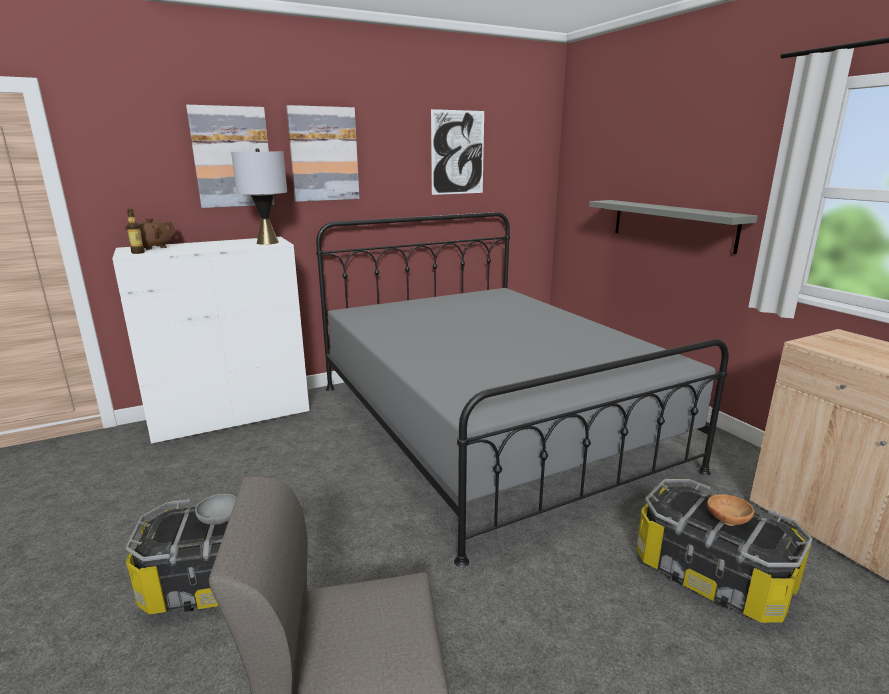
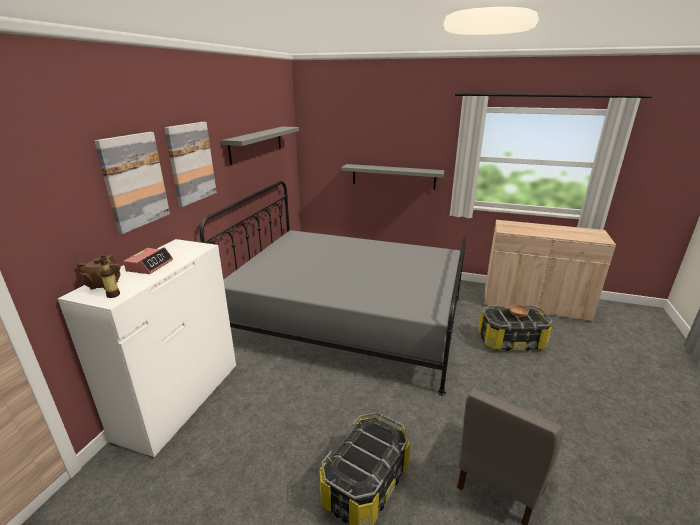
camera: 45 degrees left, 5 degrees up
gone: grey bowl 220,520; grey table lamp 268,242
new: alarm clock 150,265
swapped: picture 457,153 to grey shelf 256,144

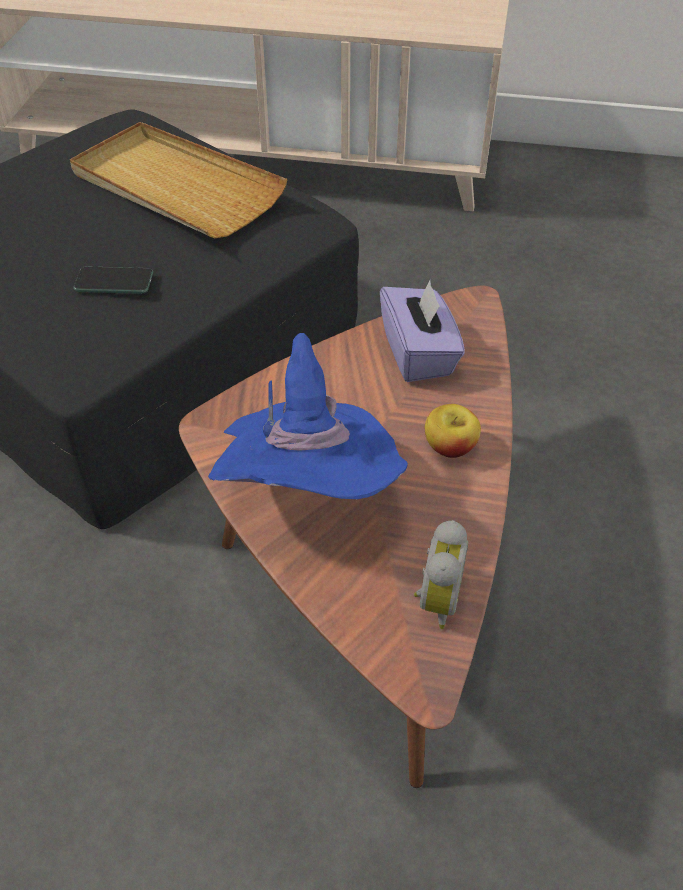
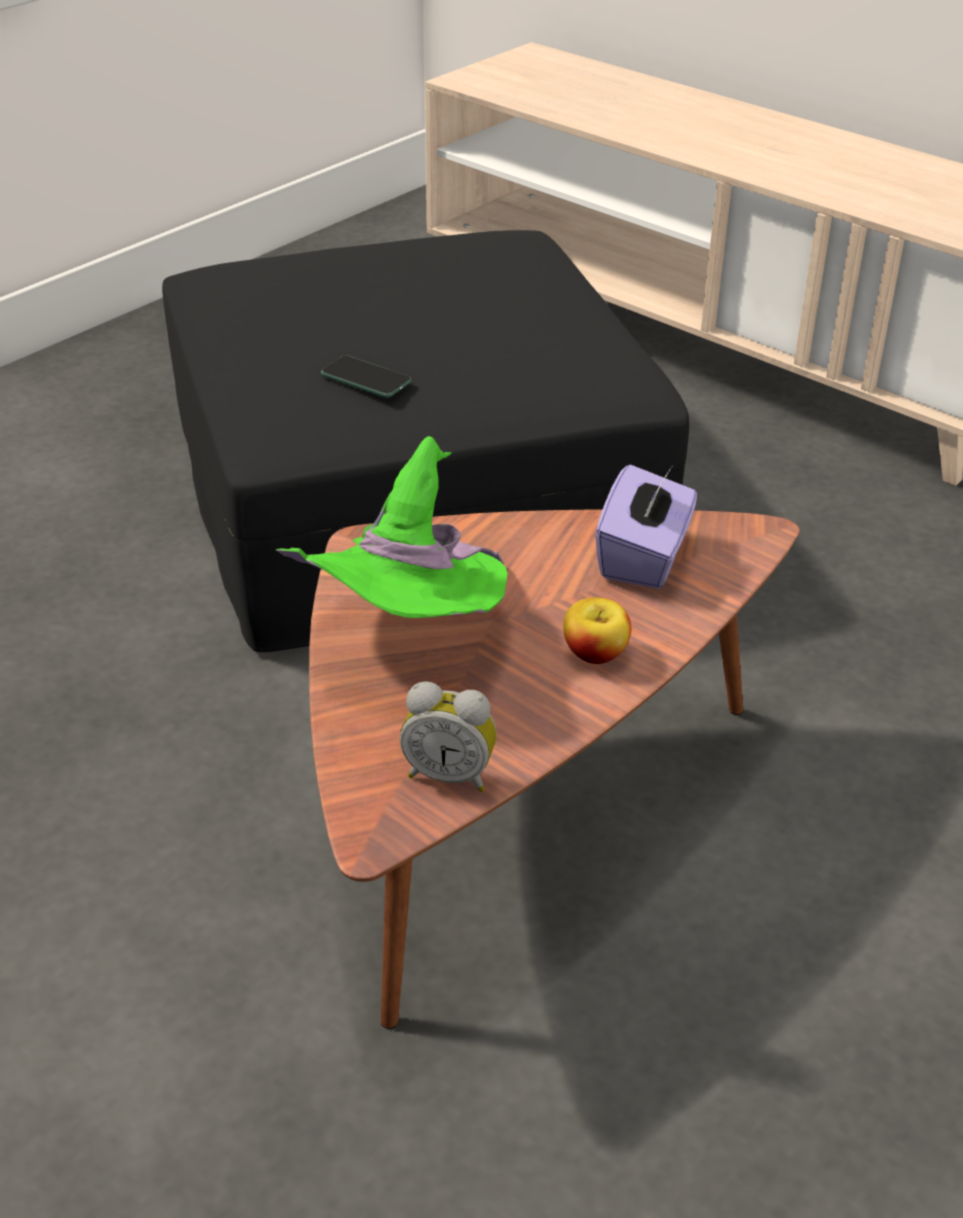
camera: 30 degrees right, 10 degrees down
gone: beige tray 175,187
repainted: blue hat 308,491 to green hat 409,634
rotated: alarm clock 435,599 = 449,774 60 degrees clockwise

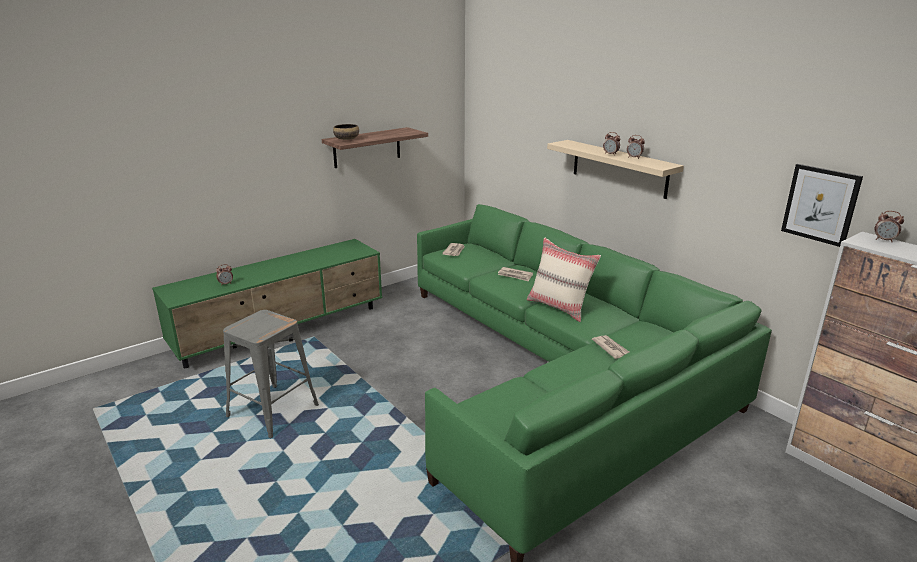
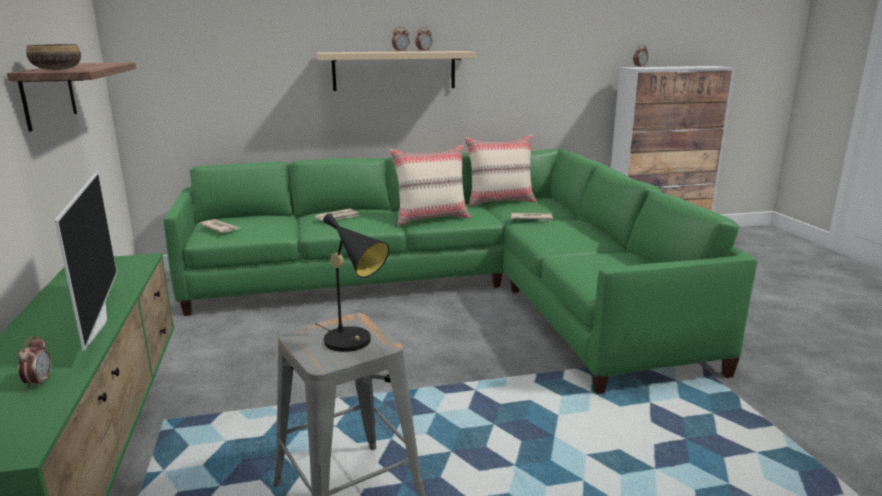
camera: 65 degrees left, 5 degrees down
gone: picture 820,204
new: television 95,323; black table lamp 354,342; beige pillow 500,201

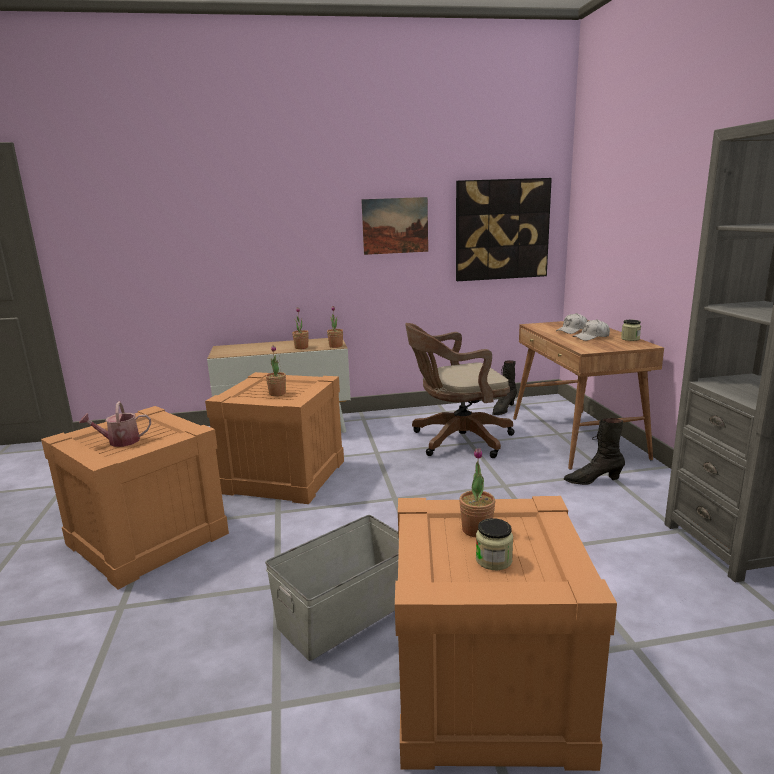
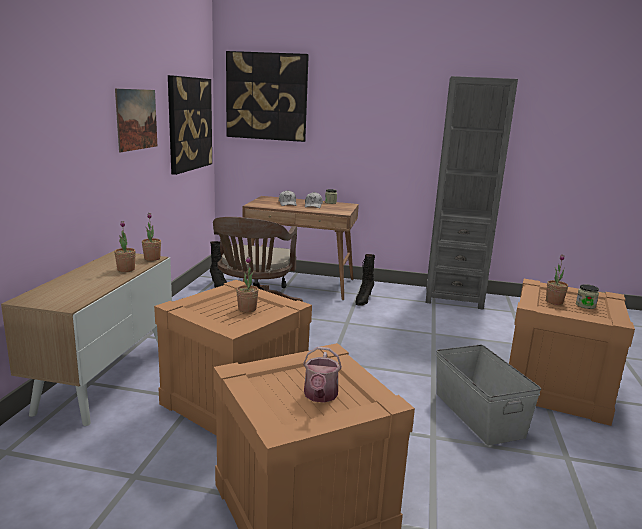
camera: 70 degrees left, 0 degrees up
new: picture 266,96

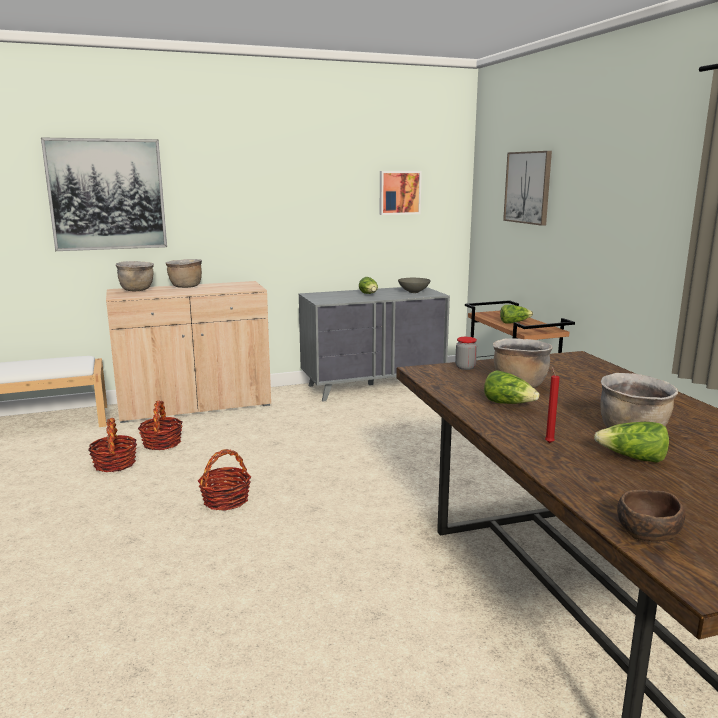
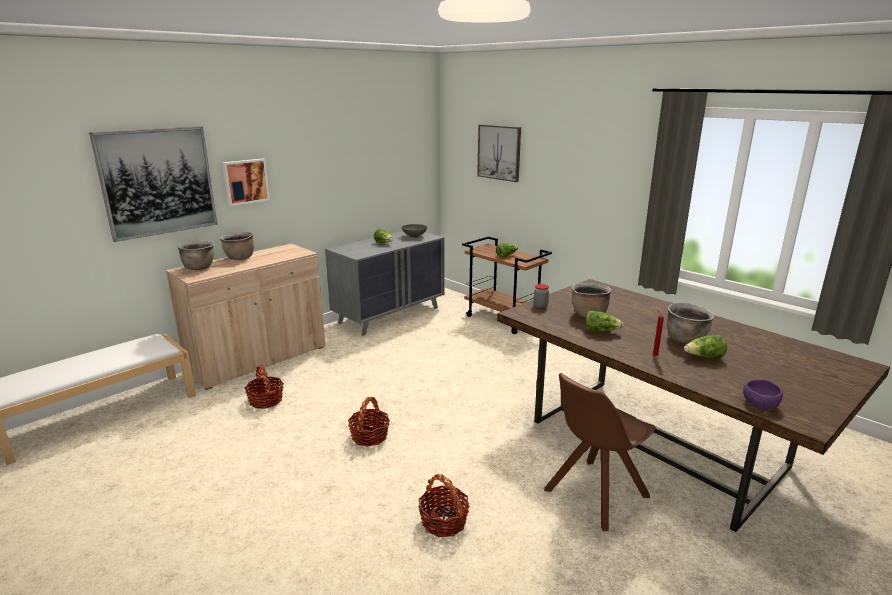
camera: 25 degrees left, 5 degrees up
new: brown chair 594,494
shifted: basket 115,464 to 444,521; picture 399,192 to 245,181
repainted: brown bowl 646,533 to purple bowl 760,404

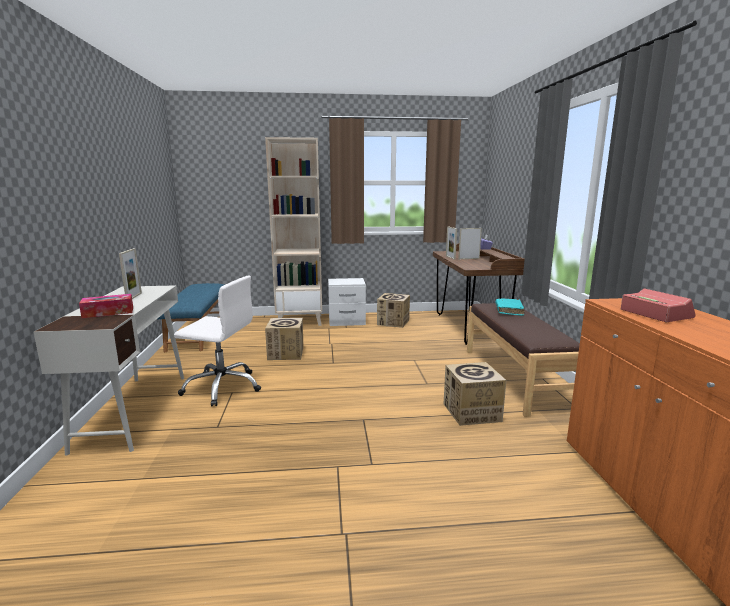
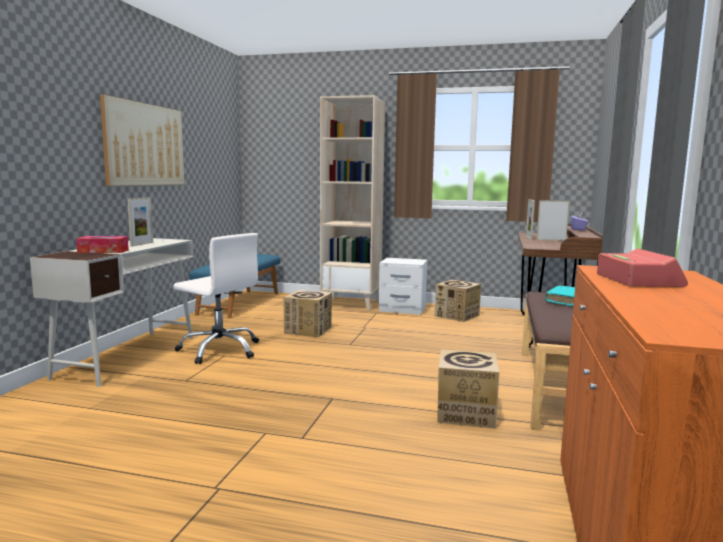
camera: 20 degrees right, 5 degrees down
new: picture 145,145

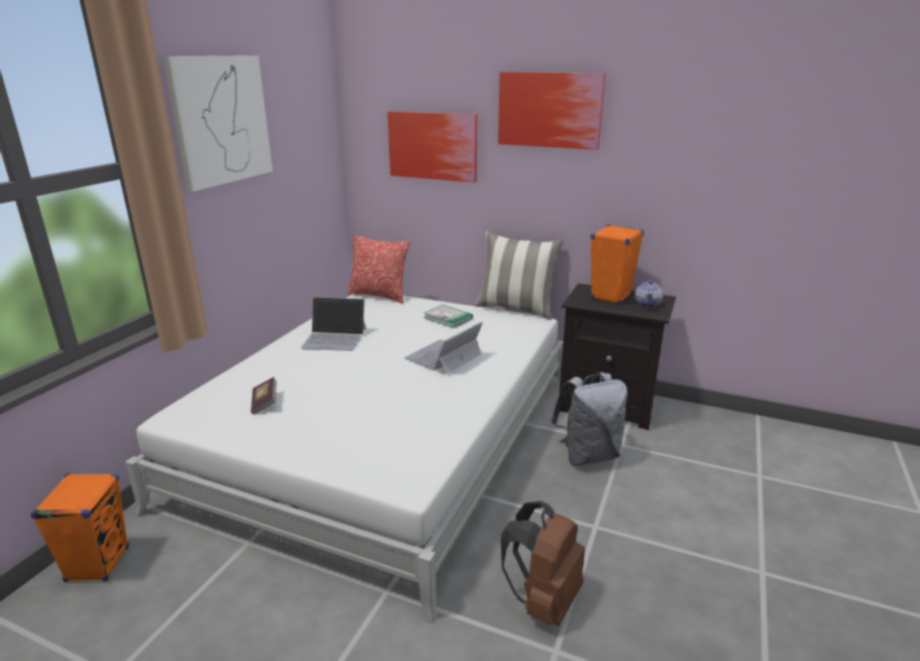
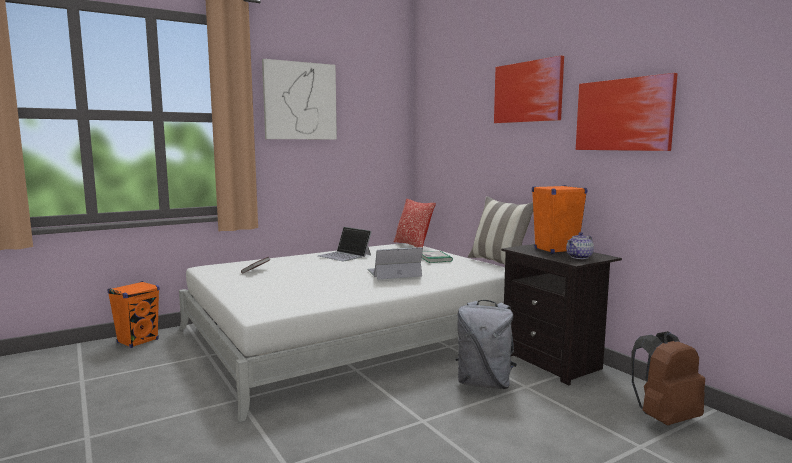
camera: 35 degrees right, 15 degrees down
shifted: picture 432,146 to 623,115; brown backpack 543,600 to 664,418

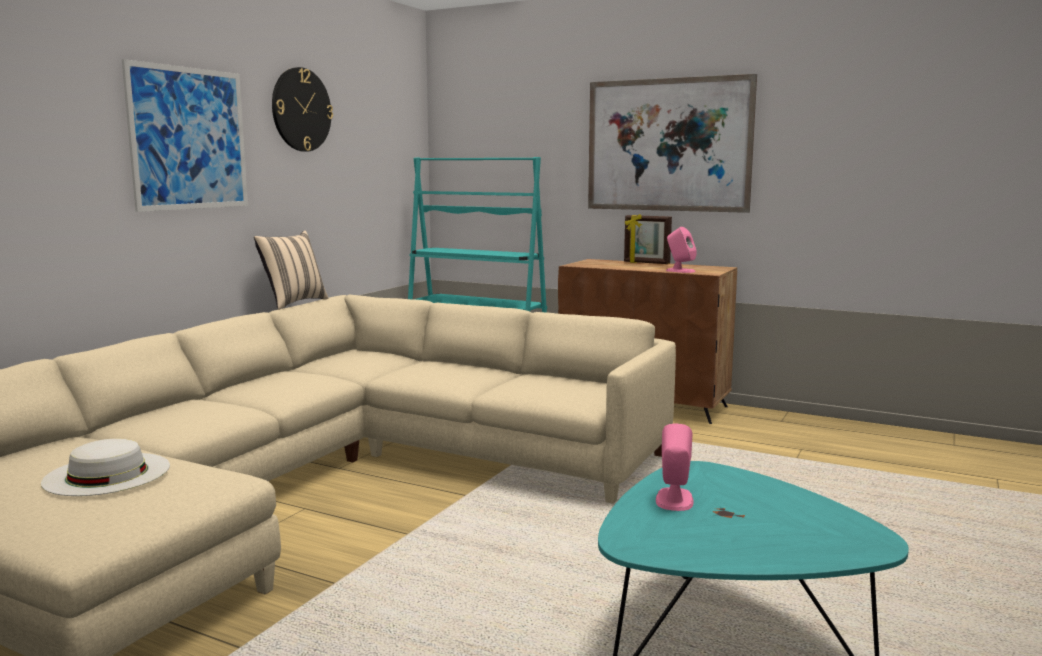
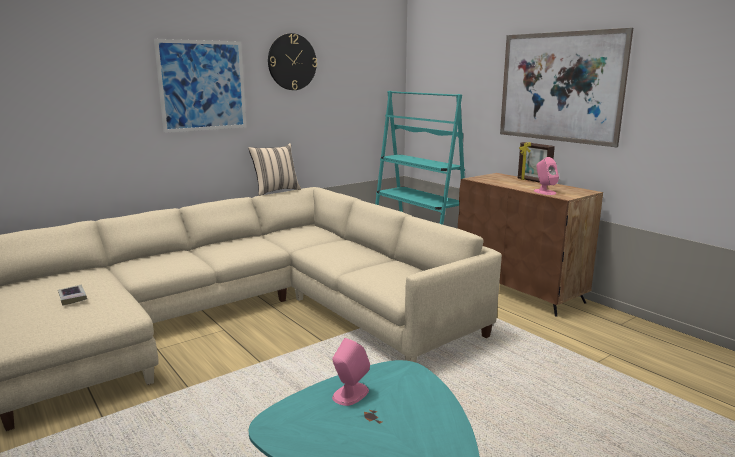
camera: 25 degrees right, 5 degrees up
swapped: white hat 107,474 to book 72,297

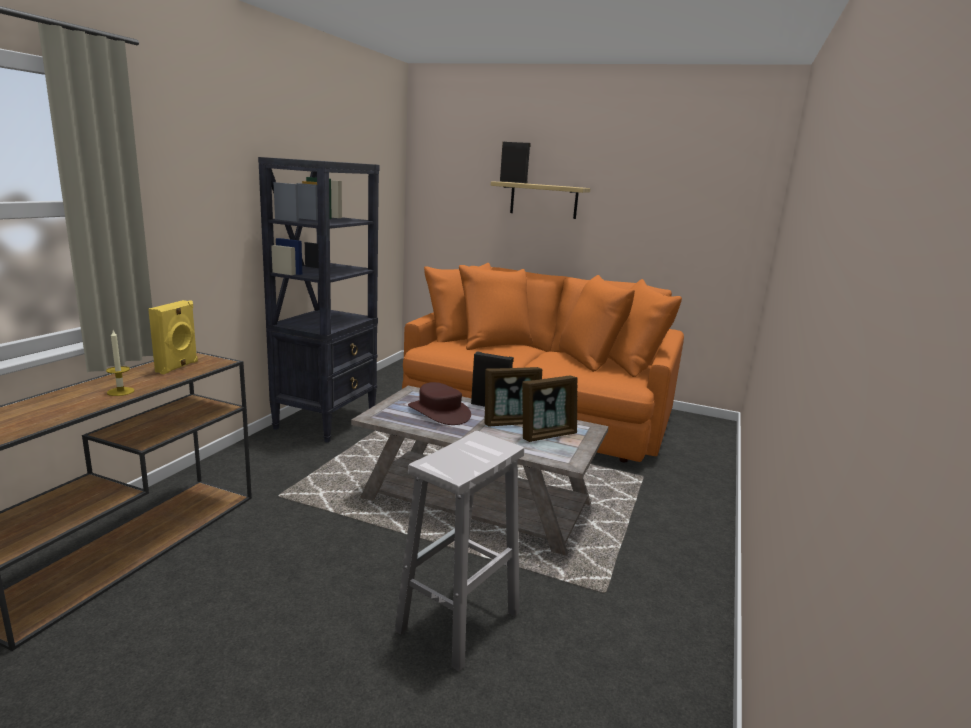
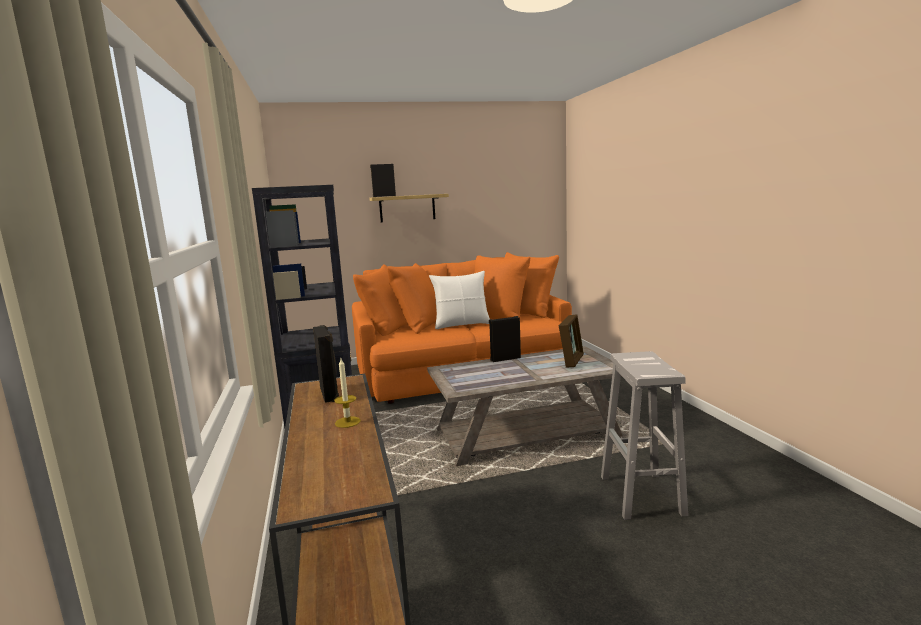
camera: 35 degrees left, 5 degrees down
gone: brown hat 439,412; picture frame 511,422
new: white pillow 461,324
repainted: yellow speaker 178,367 to black speaker 330,393

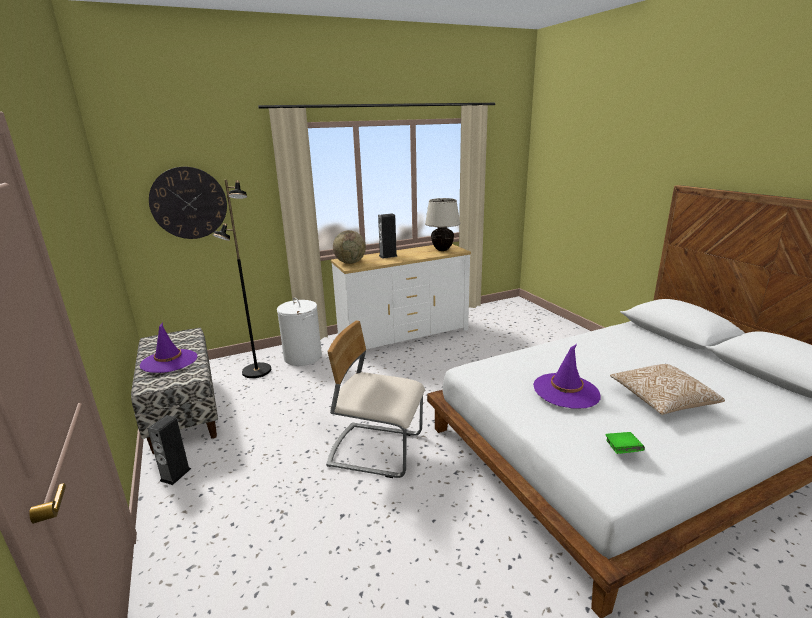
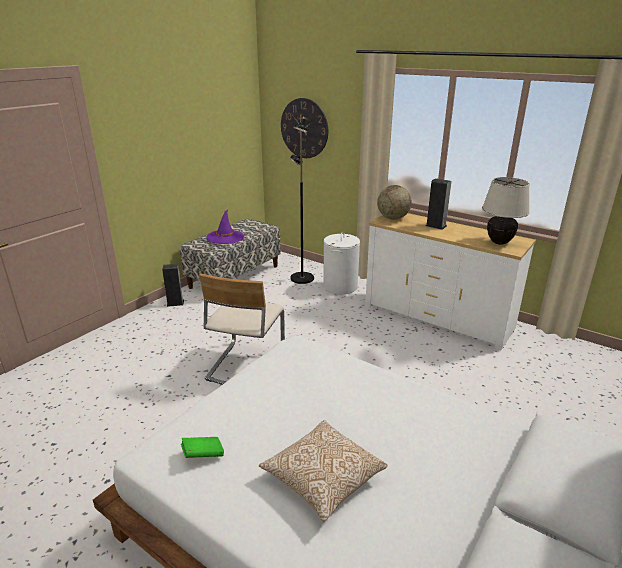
camera: 60 degrees right, 5 degrees up
gone: purple hat 566,391
rotated: beige chair 376,450 = 245,365 150 degrees counterclockwise

